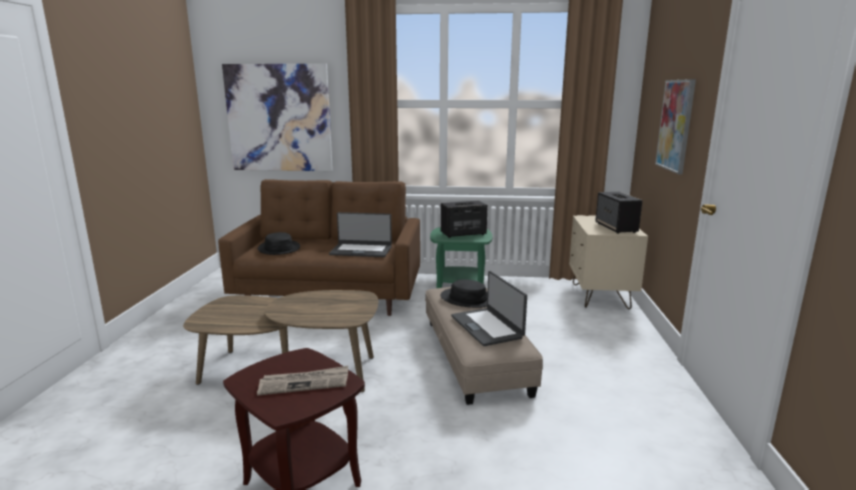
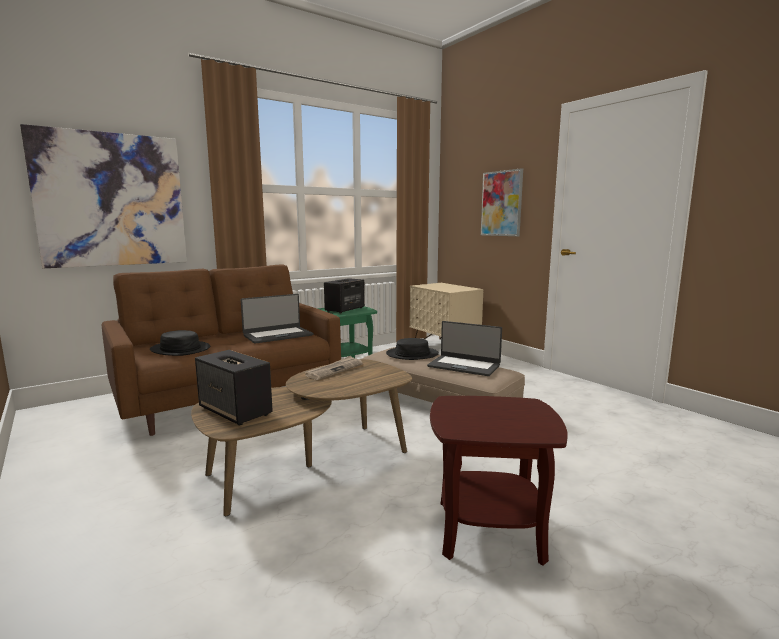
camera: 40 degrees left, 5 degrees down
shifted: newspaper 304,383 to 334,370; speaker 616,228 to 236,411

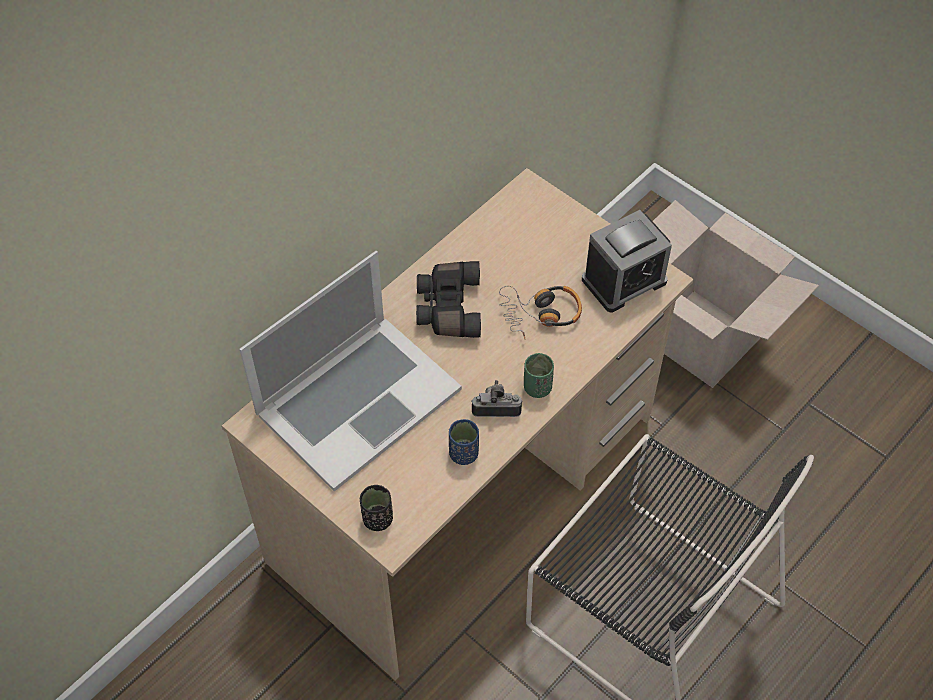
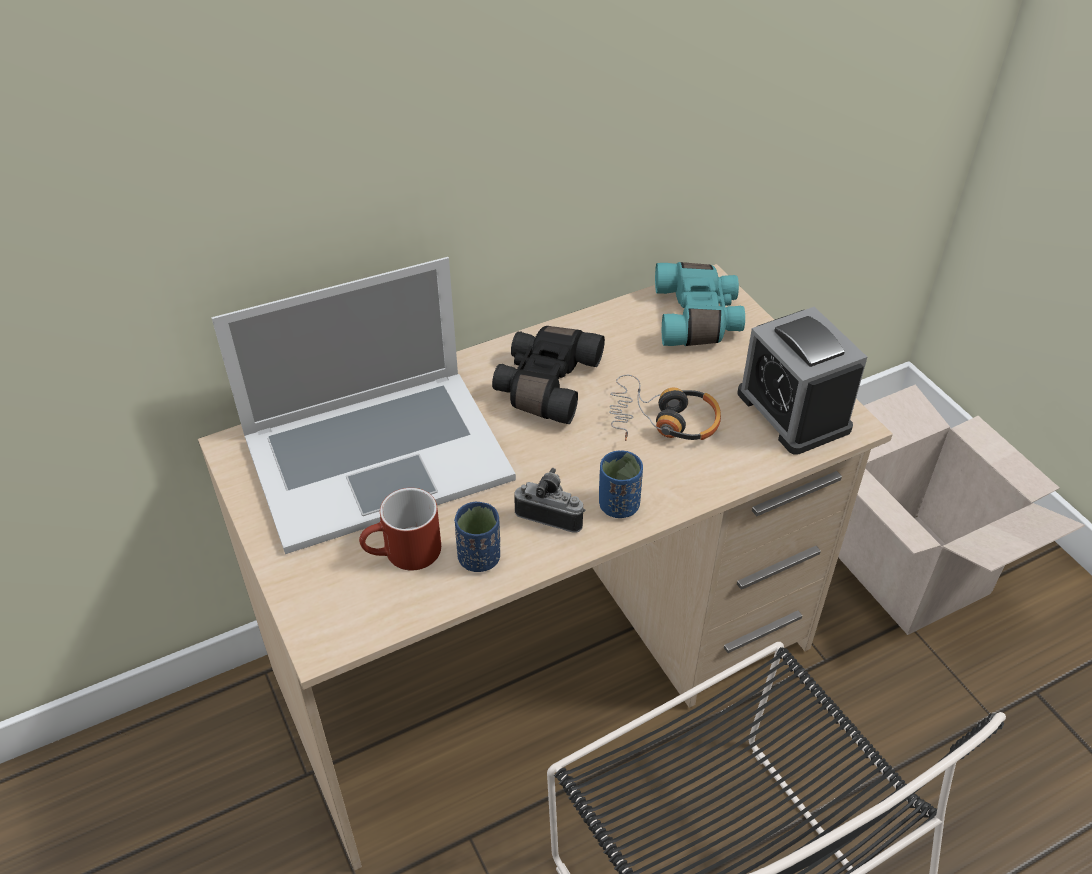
camera: 20 degrees right, 10 degrees down
gone: black cup 377,519
new: red mug 403,554; turquoise binoculars 698,318
repainted: green cup 537,387 to blue cup 618,505
rotated: alarm clock 624,280 = 793,411 75 degrees clockwise

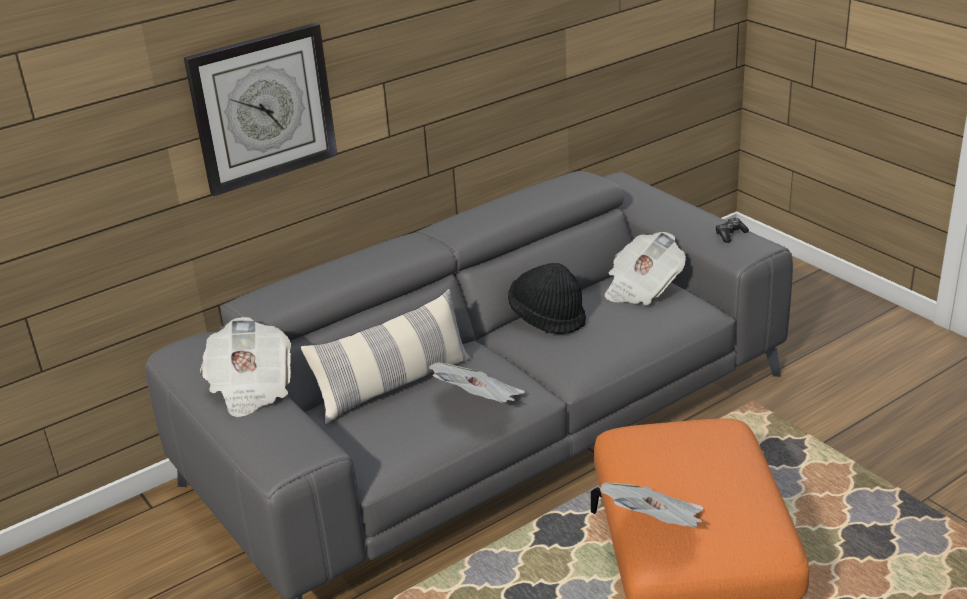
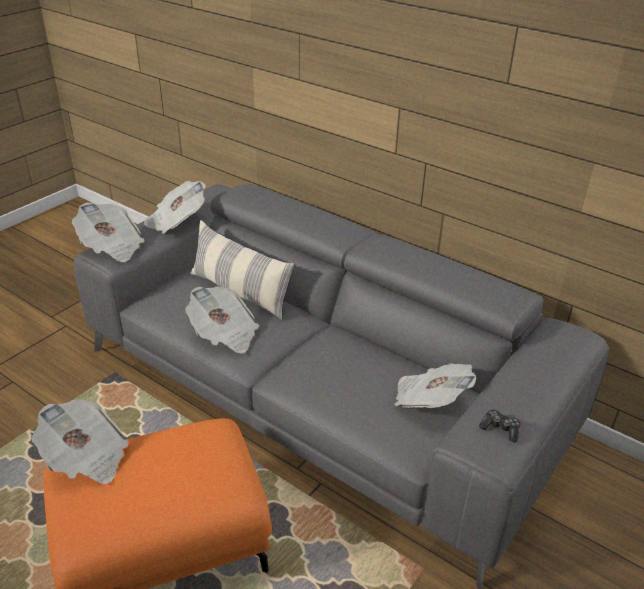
camera: 70 degrees right, 5 degrees up
gone: wall clock 262,108; black hat 547,317
new: newspaper 111,247

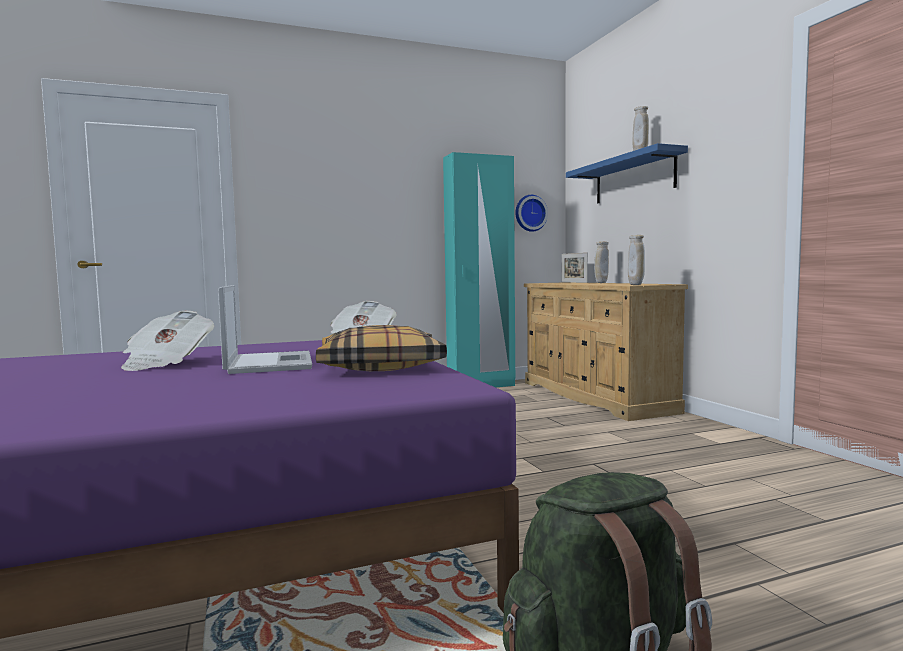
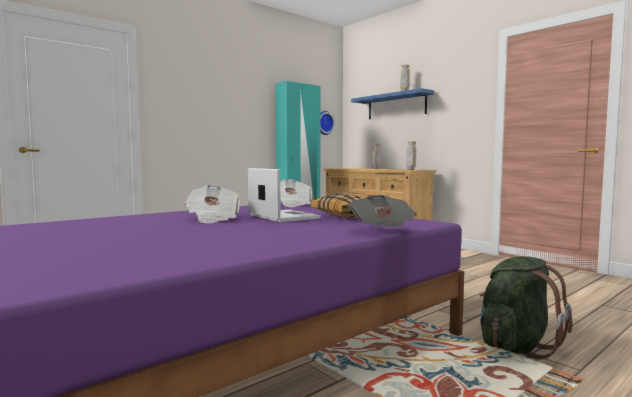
camera: 20 degrees left, 0 degrees up
gone: picture frame 574,282
new: newspaper 382,231

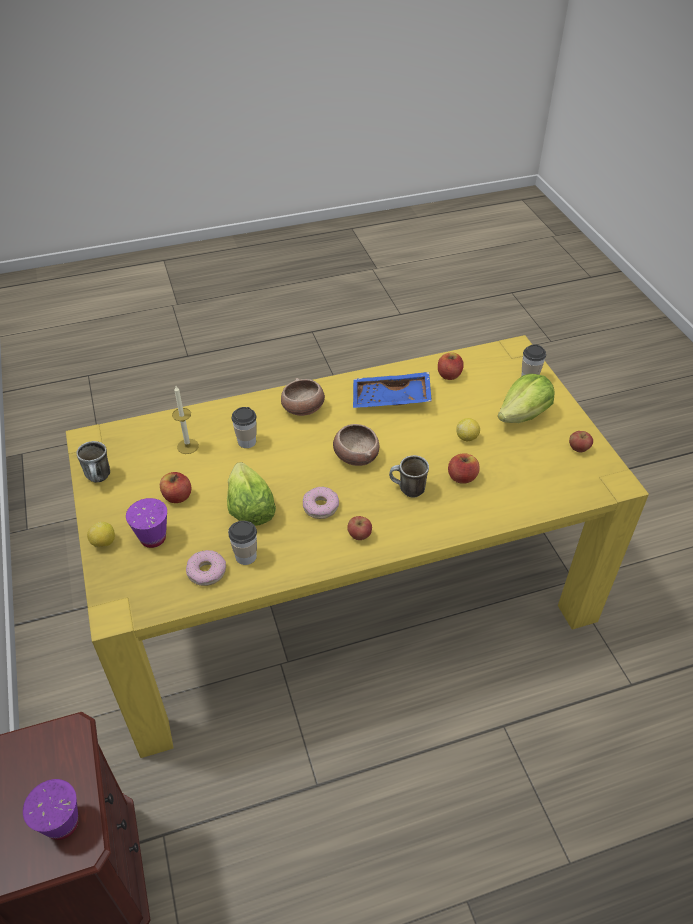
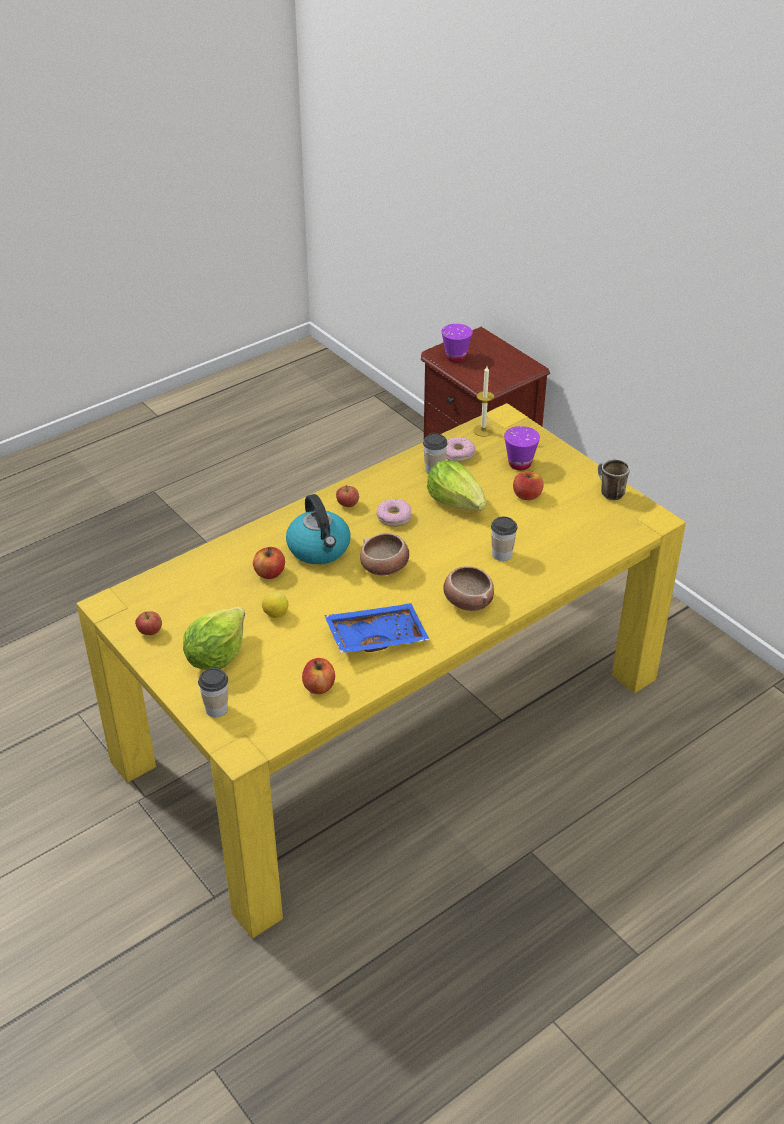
camera: 160 degrees right, 5 degrees down
gone: lemon 103,543
shifted: candle 187,446 to 483,430
swapped: mug 407,490 to kettle 319,549

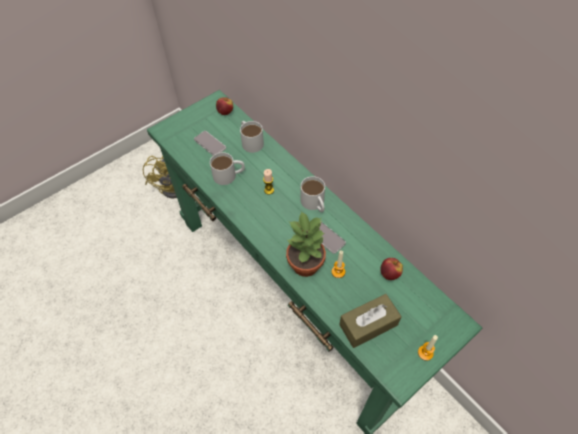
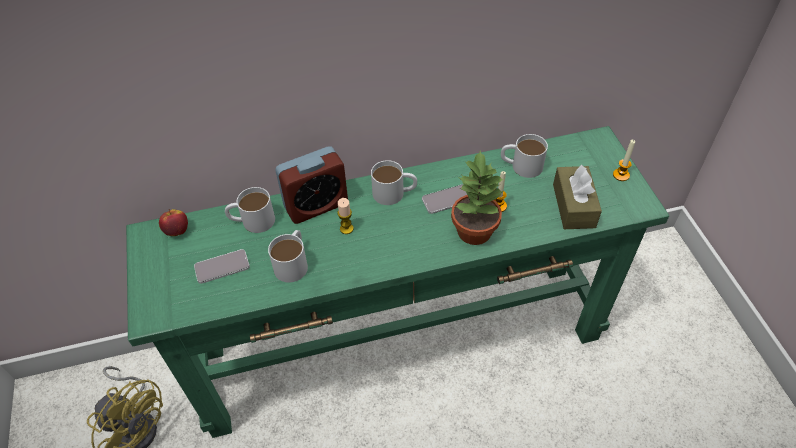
camera: 65 degrees left, 5 degrees down
new: alarm clock 316,205
swapped: apple 389,273 to white mug 521,165

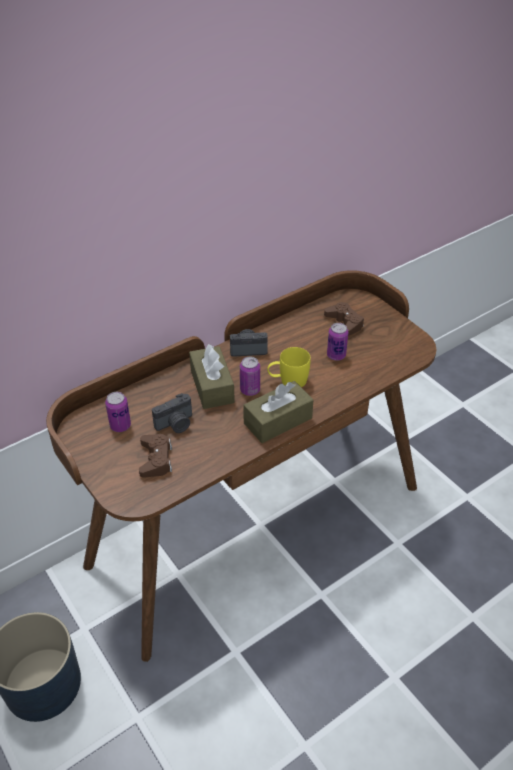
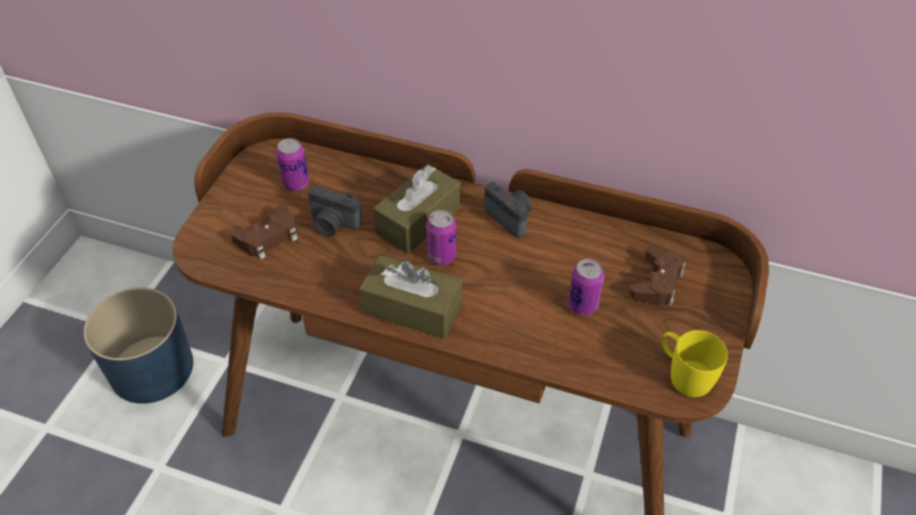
camera: 55 degrees right, 5 degrees up
shifted: yellow mug 288,381 to 683,374

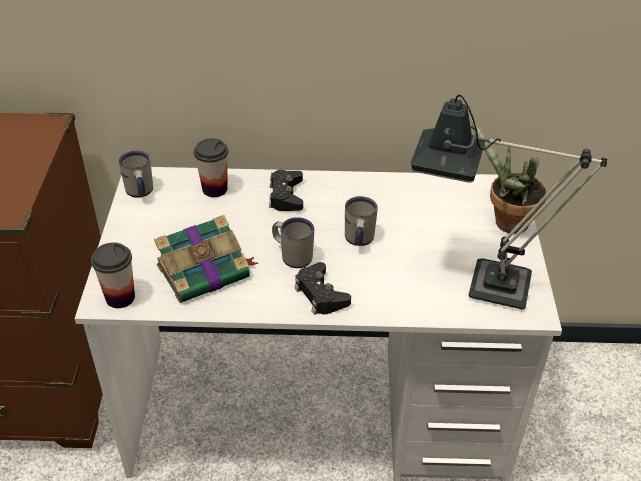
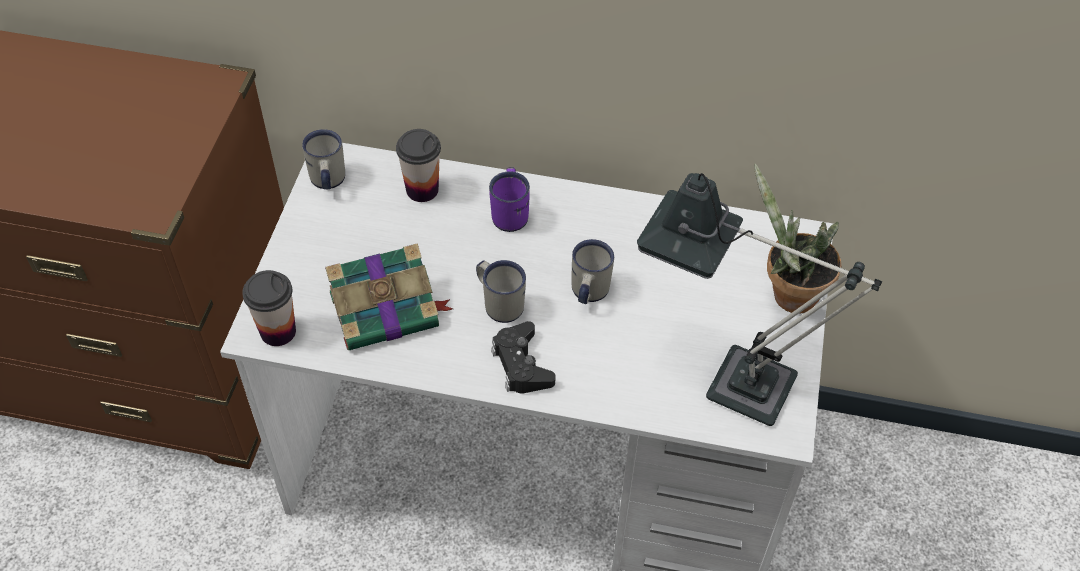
camera: 10 degrees right, 10 degrees up
swapped: black game controller 286,196 to purple mug 511,213

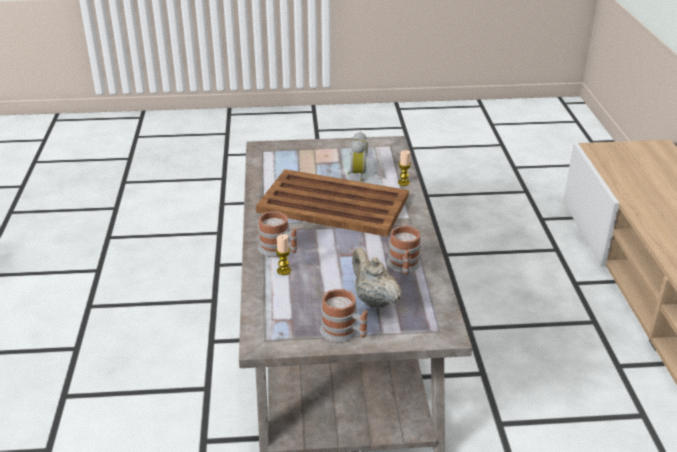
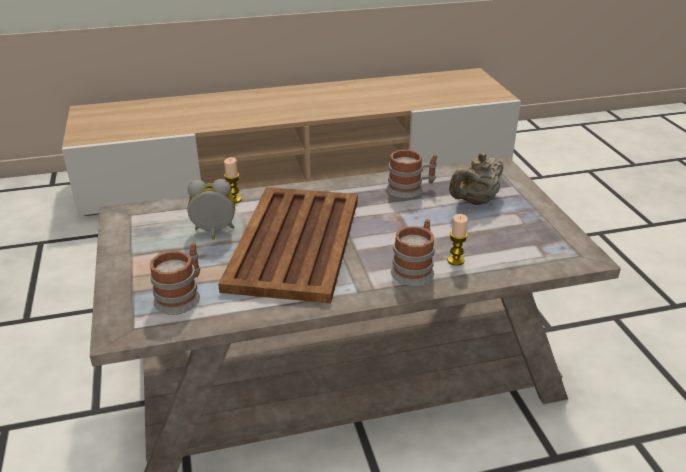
camera: 100 degrees left, 0 degrees up
shifted: mug 344,333 to 182,296

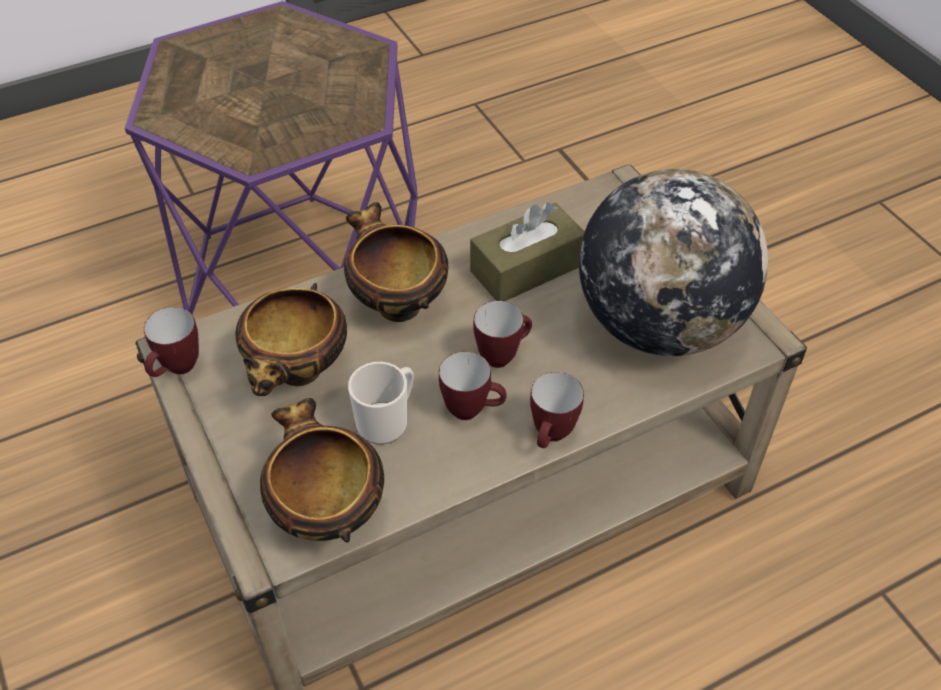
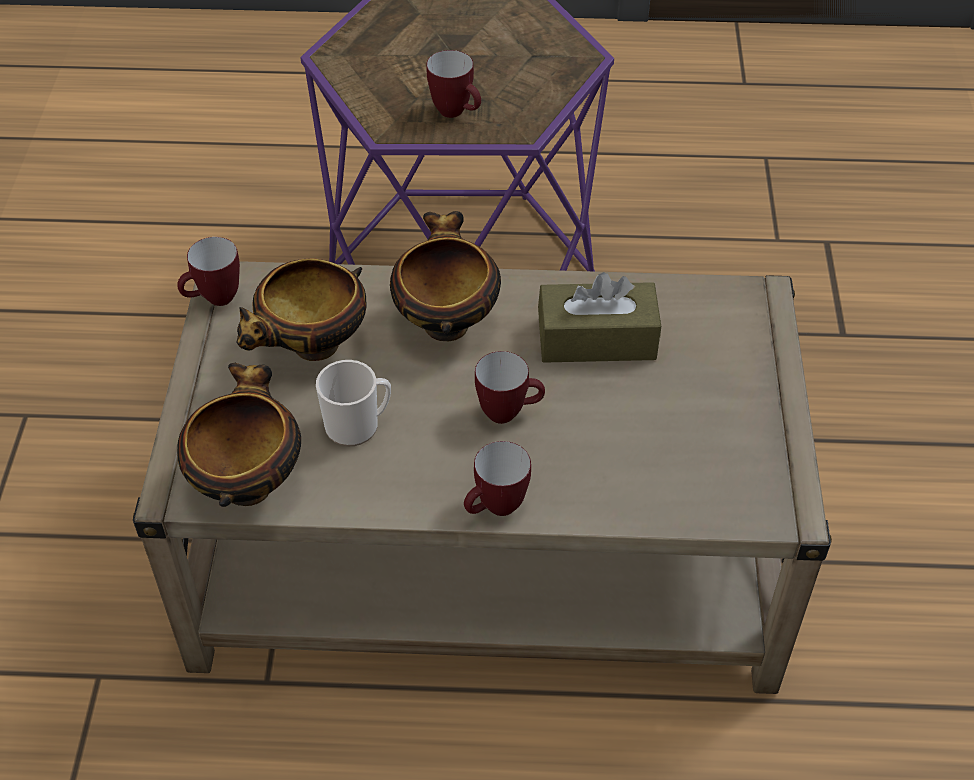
camera: 30 degrees right, 0 degrees up
gone: globe 658,324
shifted: mug 472,410 to 457,113

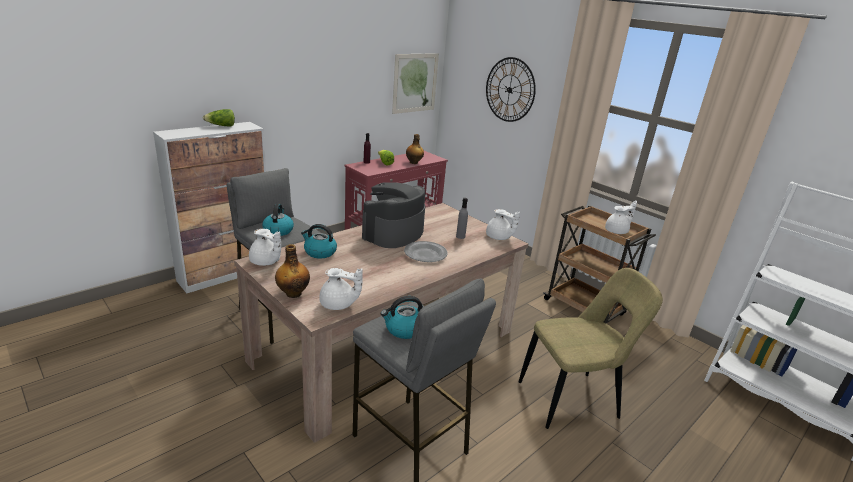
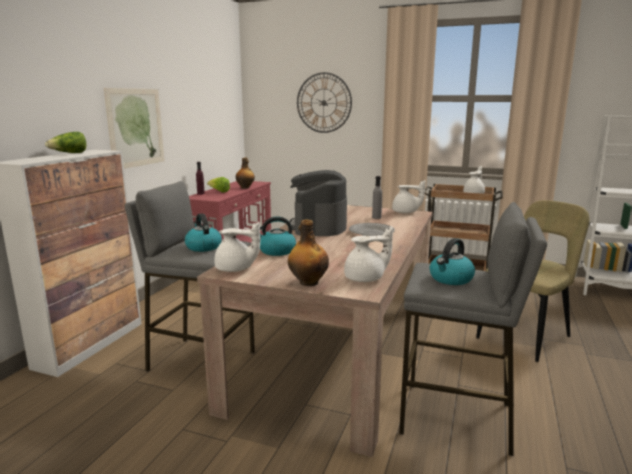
camera: 25 degrees left, 10 degrees down
shifted: picture 415,83 to 136,127

